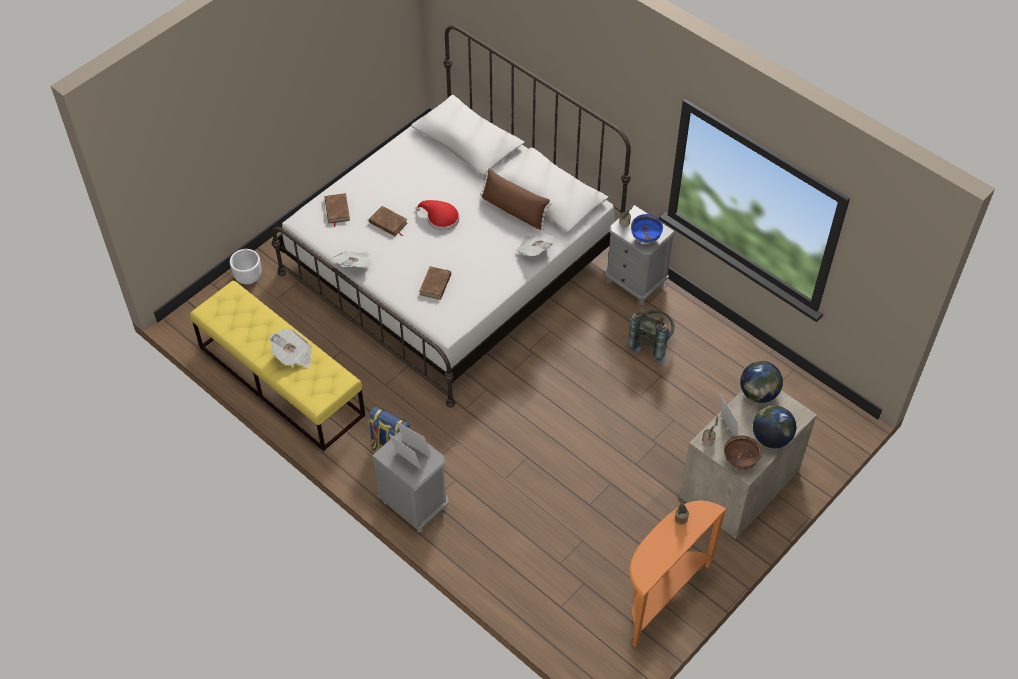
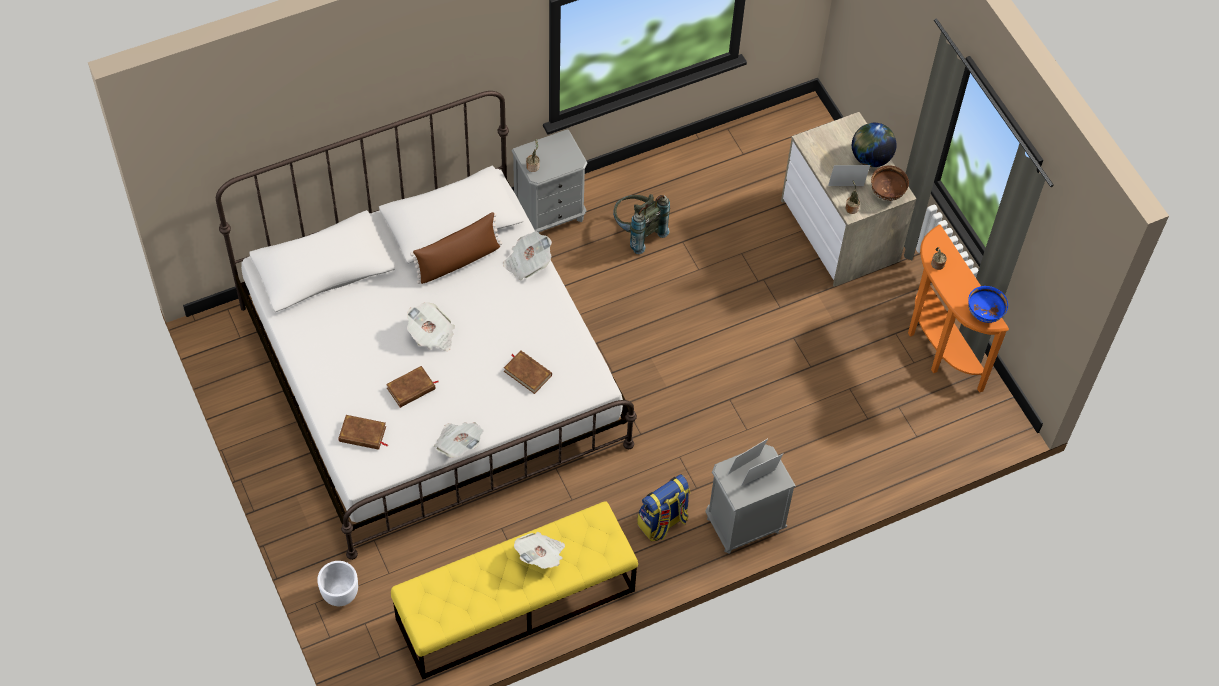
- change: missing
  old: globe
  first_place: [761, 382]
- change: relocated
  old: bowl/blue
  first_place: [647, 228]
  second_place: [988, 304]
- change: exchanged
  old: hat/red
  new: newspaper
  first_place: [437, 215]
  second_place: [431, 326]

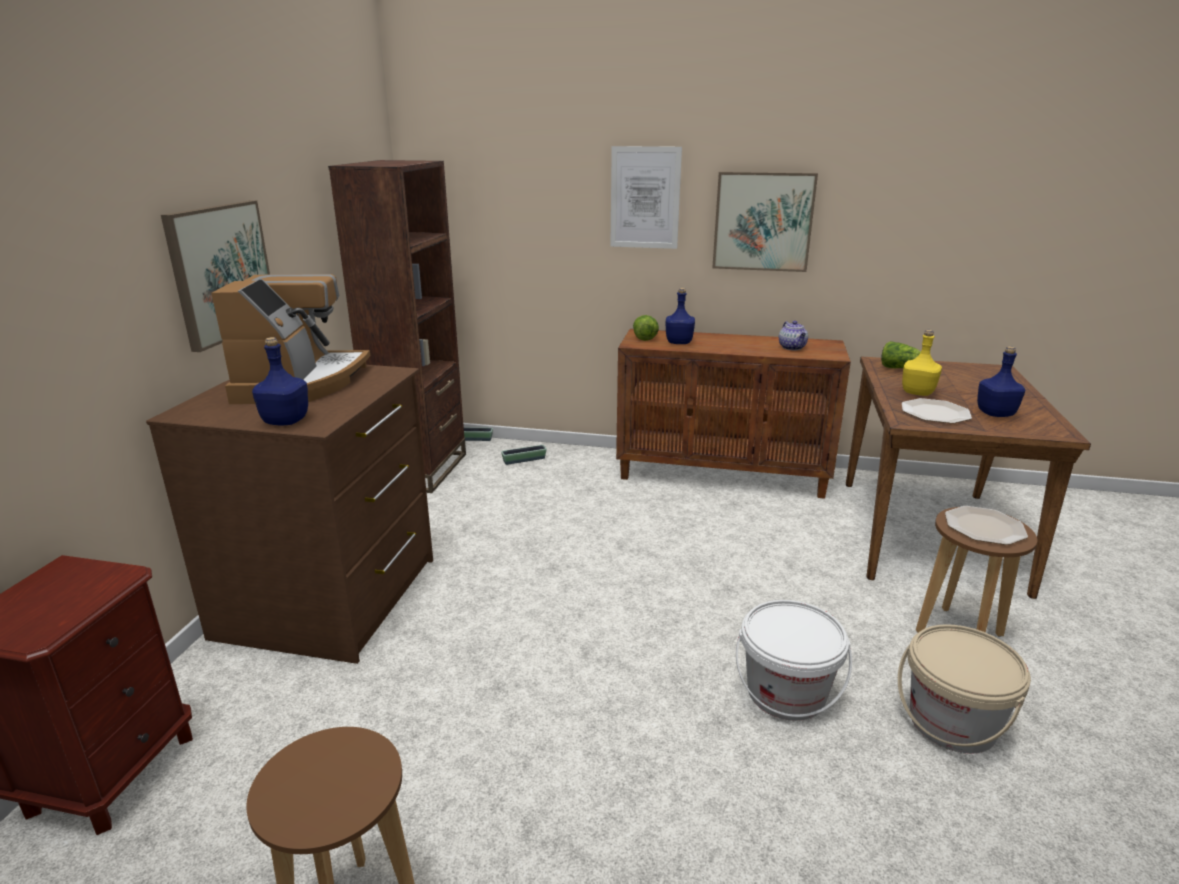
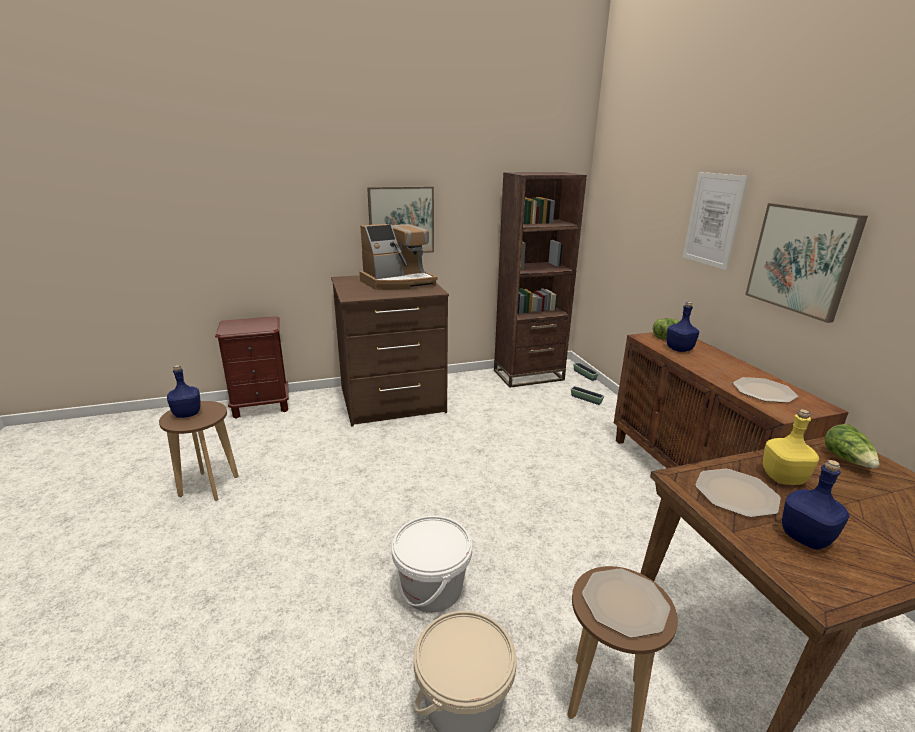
- change: relocated
  old: bottle/blue
  first_place: [280, 381]
  second_place: [184, 391]
- change: exchanged
  old: teapot
  new: plate
  first_place: [793, 335]
  second_place: [765, 390]

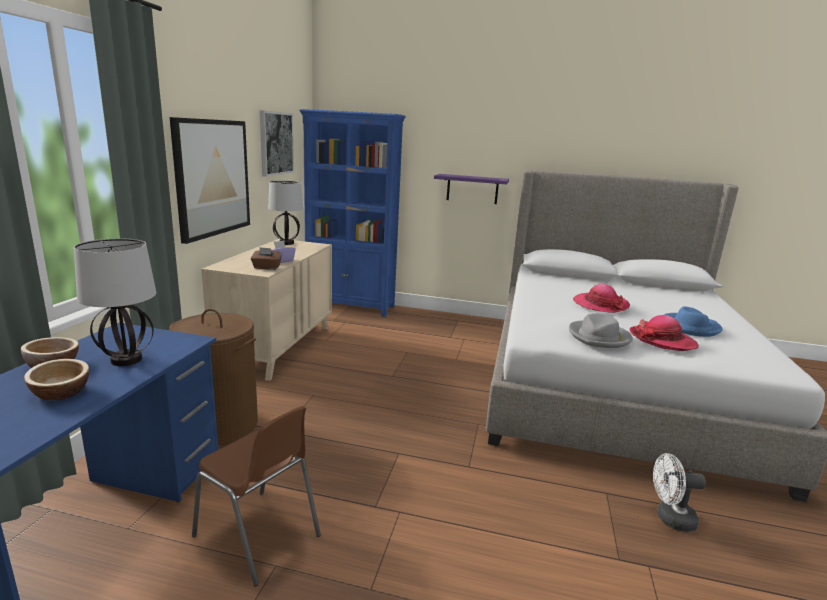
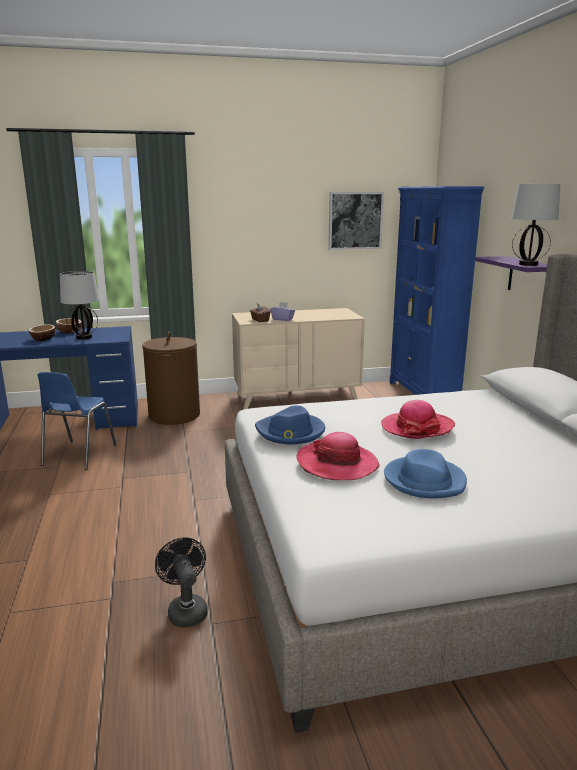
- change: missing
  old: picture
  first_place: [210, 180]
- change: relocated
  old: table lamp
  first_place: [286, 213]
  second_place: [535, 225]
- change: colour
  old: chair/brown
  new: chair/blue
  first_place: [256, 496]
  second_place: [76, 421]
- change: colour
  old: hat/grey
  new: hat/blue
  first_place: [601, 330]
  second_place: [290, 424]
- change: colour
  old: fan/white
  new: fan/black
  first_place: [679, 492]
  second_place: [181, 582]

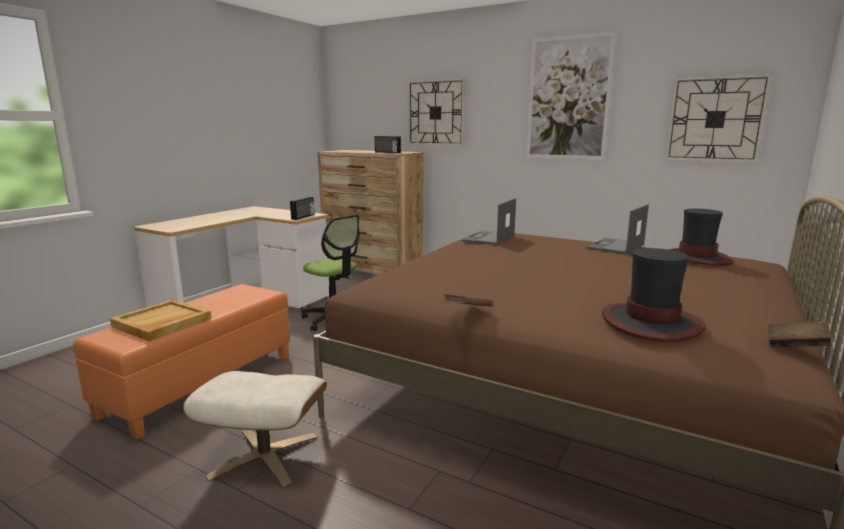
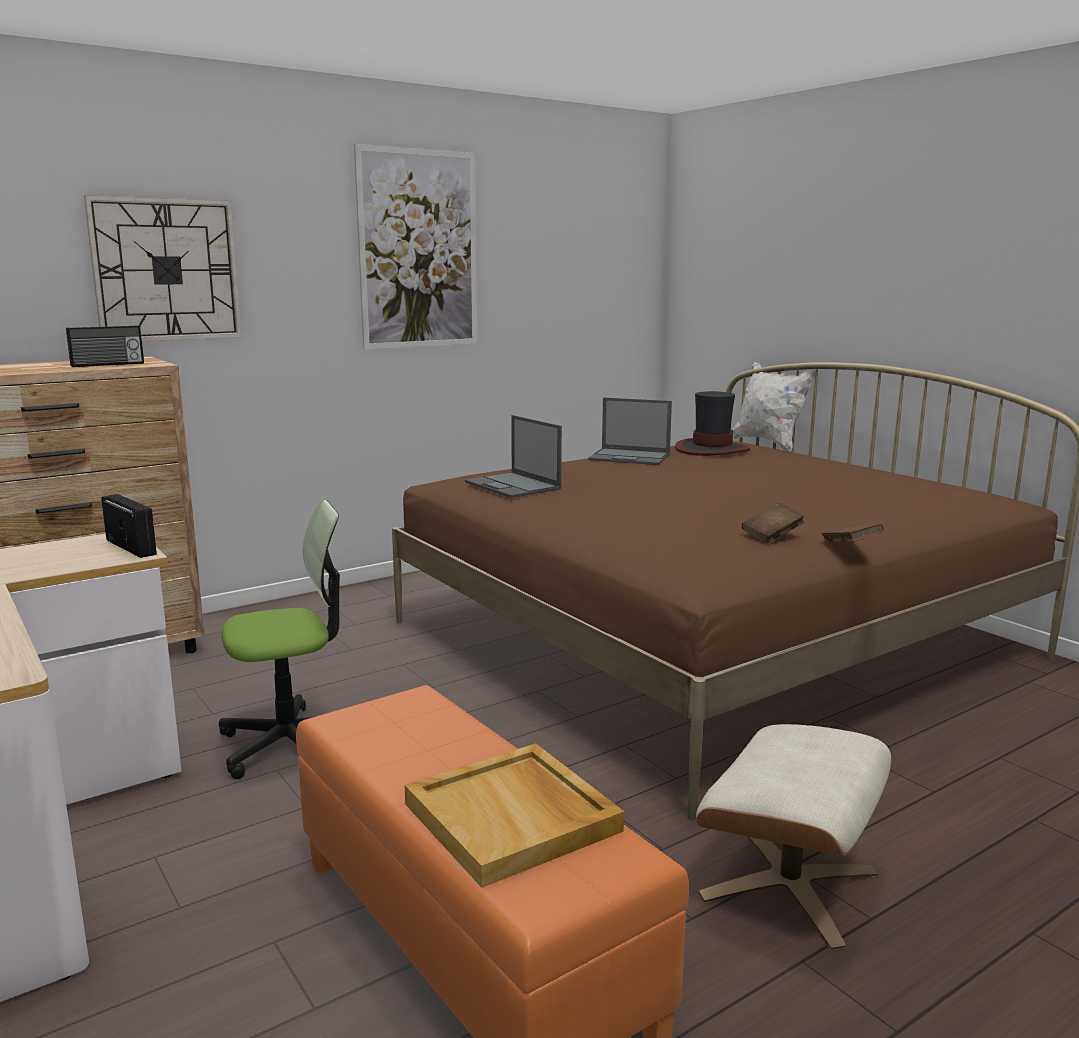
- change: missing
  old: hat
  first_place: [654, 295]
- change: missing
  old: wall clock
  first_place: [718, 118]
- change: appeared
  new: pillow/white
  second_place: [774, 407]
- change: relocated
  old: book/brown
  first_place: [800, 334]
  second_place: [773, 523]
- change: spun
  old: laptop
  first_place: [617, 229]
  second_place: [630, 431]
  degrees: -45

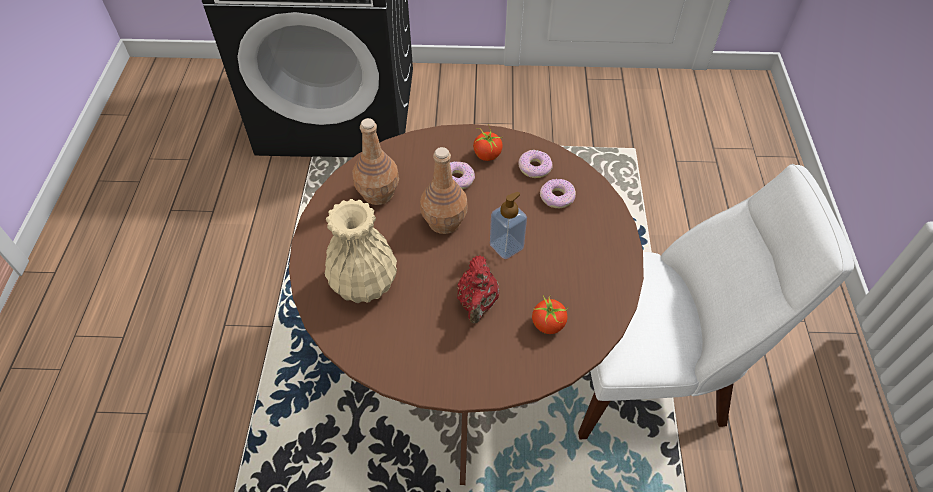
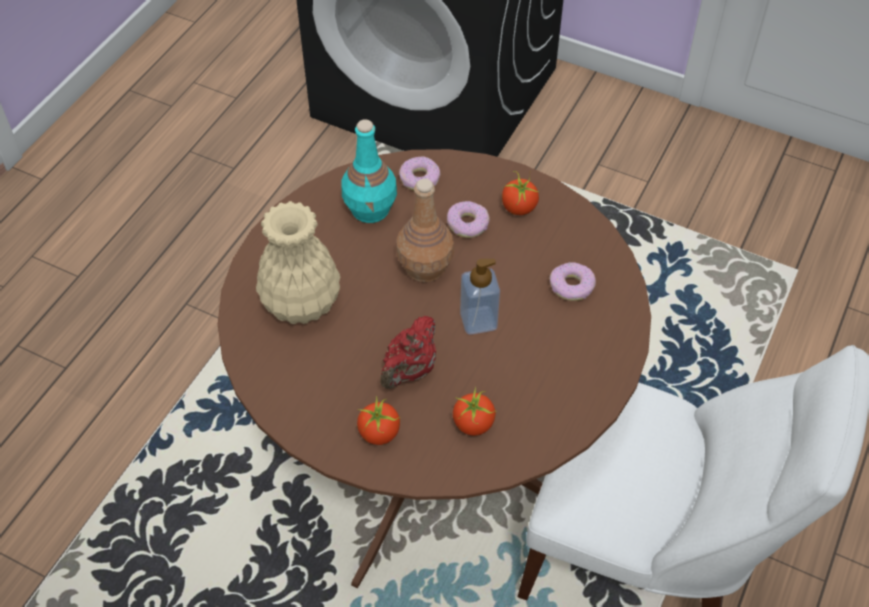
- change: appeared
  new: tomato
  second_place: [378, 420]
- change: relocated
  old: donut
  first_place: [536, 164]
  second_place: [419, 173]
- change: colour
  old: bottle/brown
  new: bottle/turquoise
  first_place: [375, 161]
  second_place: [369, 171]

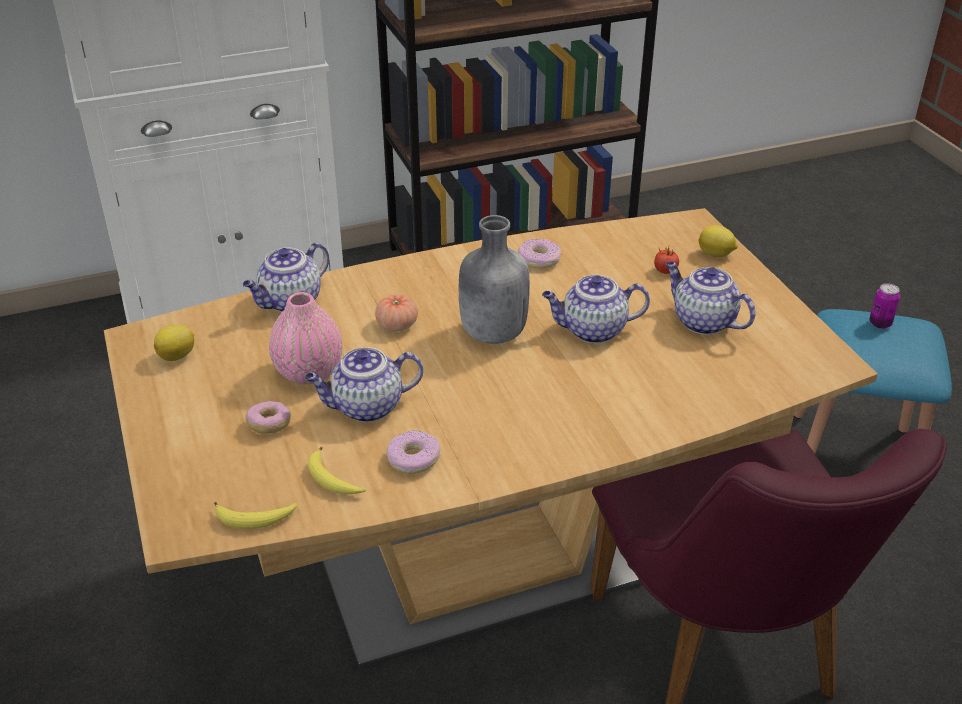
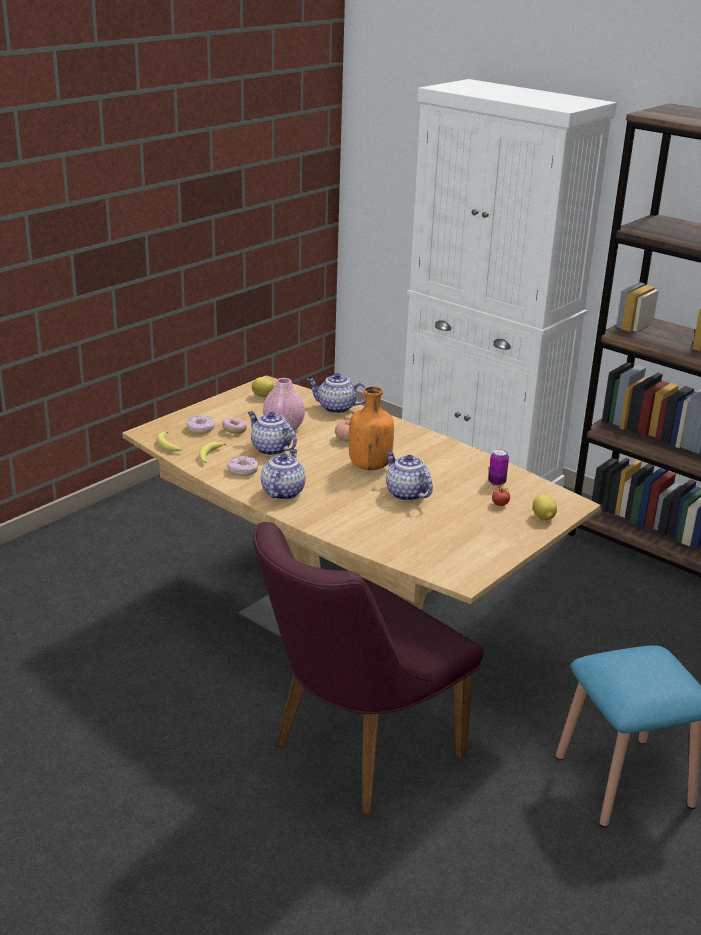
- change: relocated
  old: donut
  first_place: [540, 254]
  second_place: [201, 424]
- change: relocated
  old: teapot
  first_place: [711, 298]
  second_place: [283, 474]
- change: relocated
  old: can
  first_place: [885, 306]
  second_place: [498, 467]
- change: colour
  old: bottle/grey
  new: bottle/orange
  first_place: [494, 279]
  second_place: [371, 428]

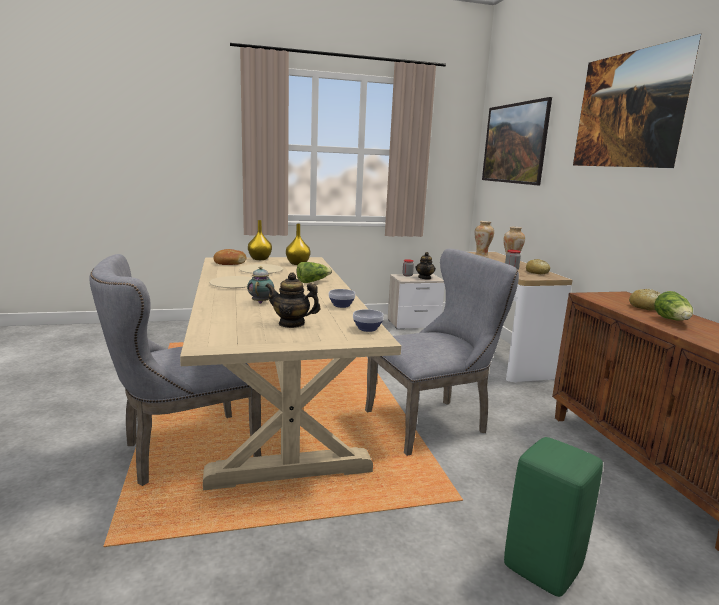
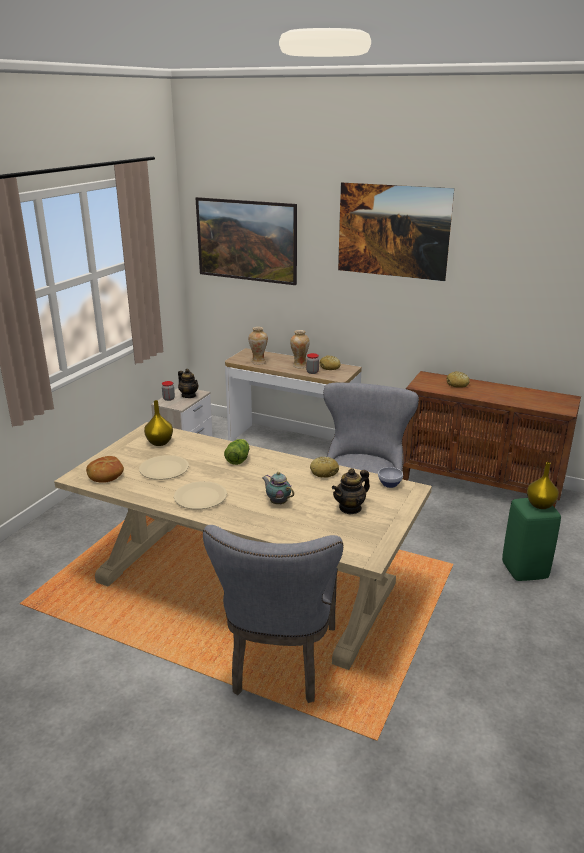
- change: missing
  old: lettuce
  first_place: [673, 305]
- change: relocated
  old: vase/yellow
  first_place: [260, 240]
  second_place: [543, 485]
- change: exchanged
  old: bowl
  new: bread
  first_place: [342, 298]
  second_place: [324, 467]

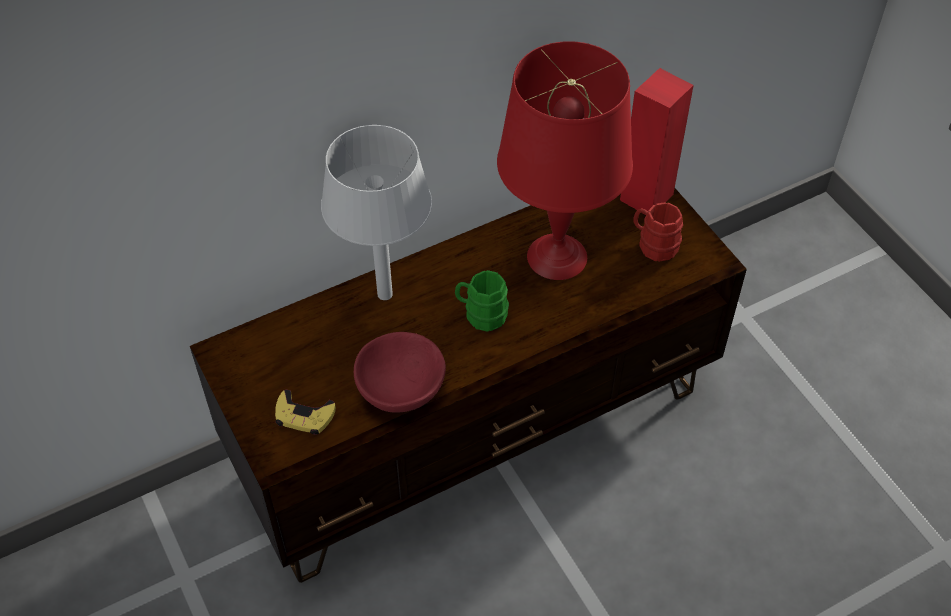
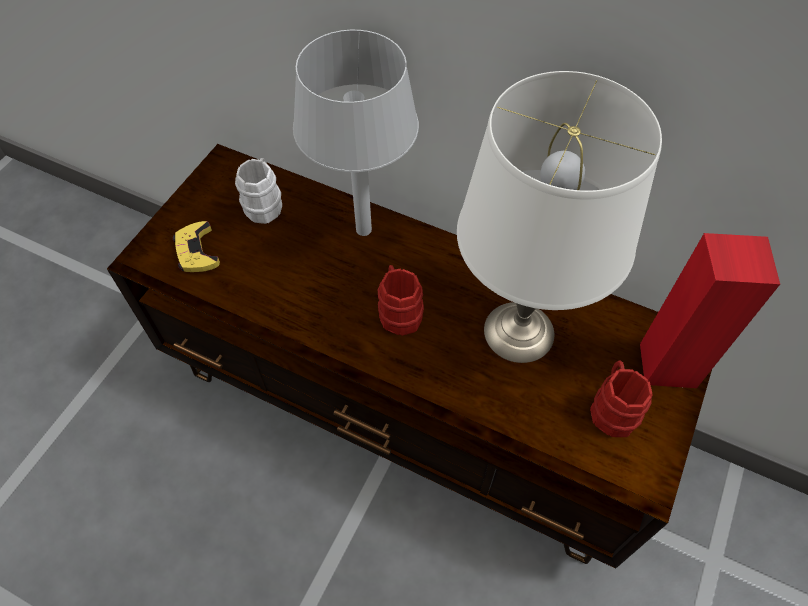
- change: missing
  old: bowl/red
  first_place: [400, 372]
- change: appeared
  new: mug/white
  second_place: [258, 191]
- change: colour
  old: mug/green
  new: mug/red
  first_place: [482, 301]
  second_place: [401, 300]
- change: colour
  old: table lamp/red
  new: table lamp/white
  first_place: [565, 160]
  second_place: [559, 217]

